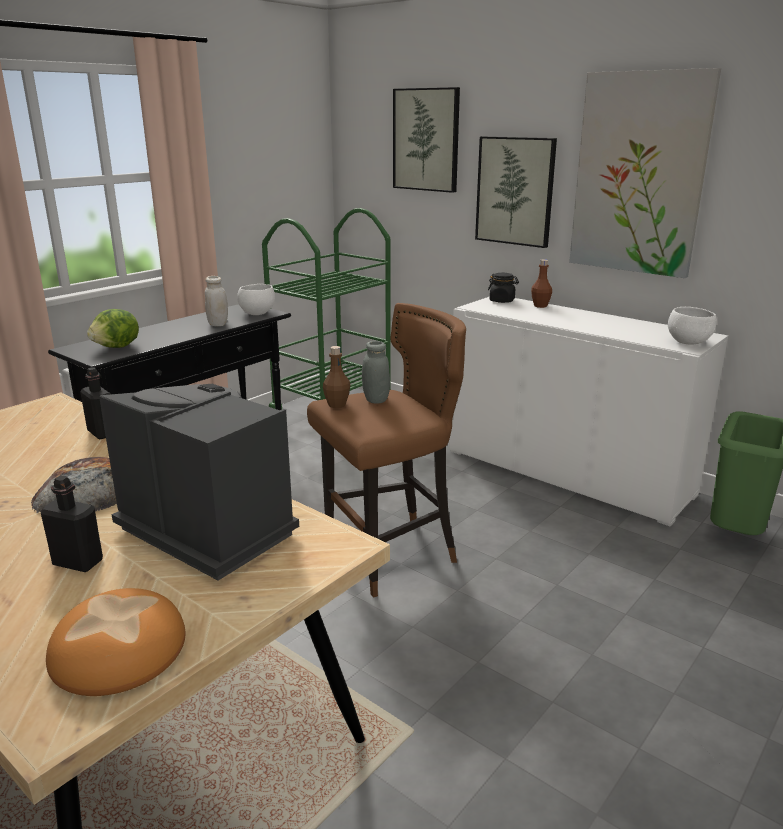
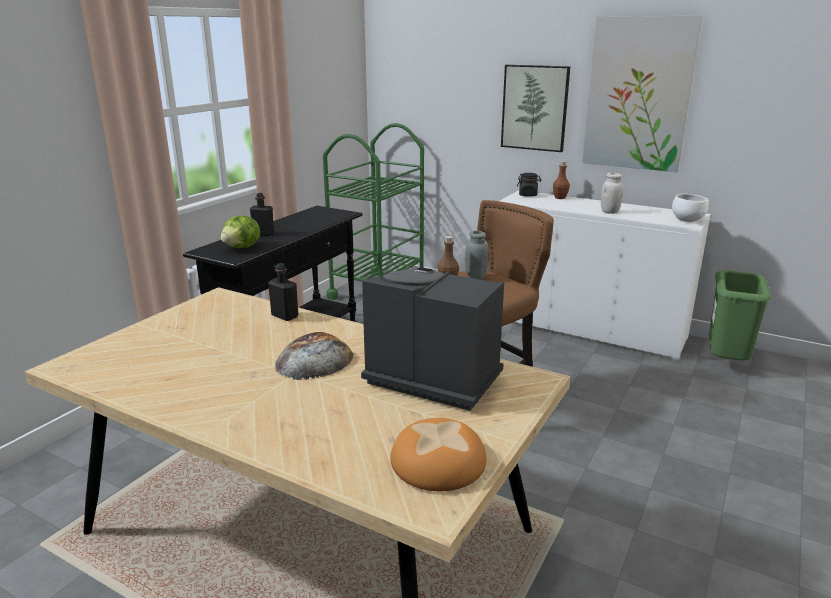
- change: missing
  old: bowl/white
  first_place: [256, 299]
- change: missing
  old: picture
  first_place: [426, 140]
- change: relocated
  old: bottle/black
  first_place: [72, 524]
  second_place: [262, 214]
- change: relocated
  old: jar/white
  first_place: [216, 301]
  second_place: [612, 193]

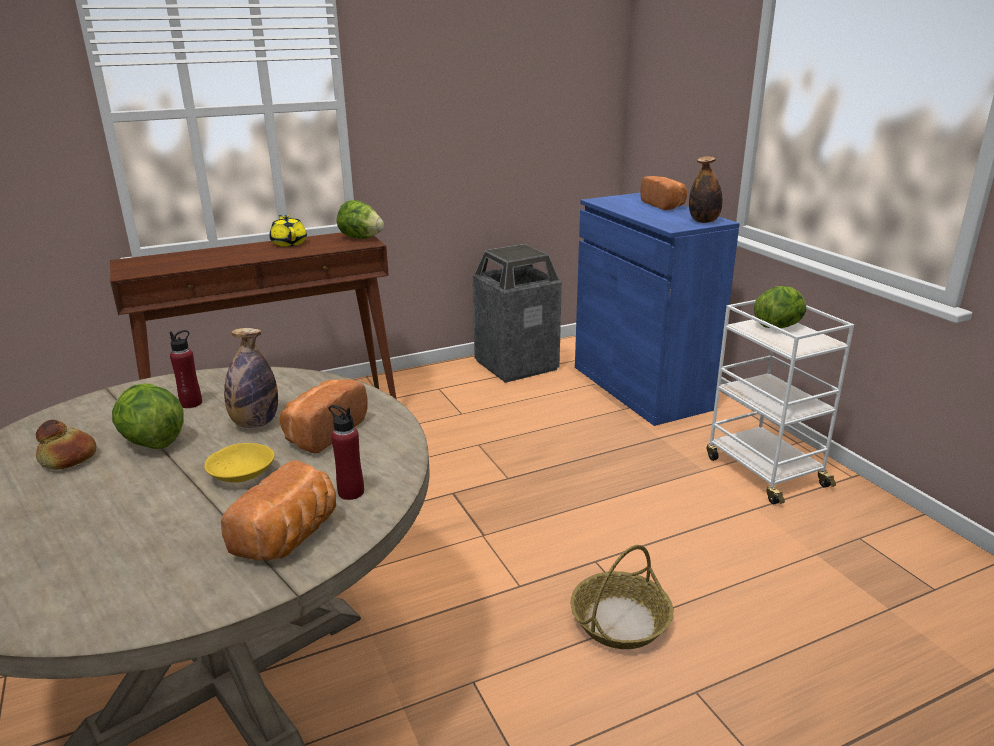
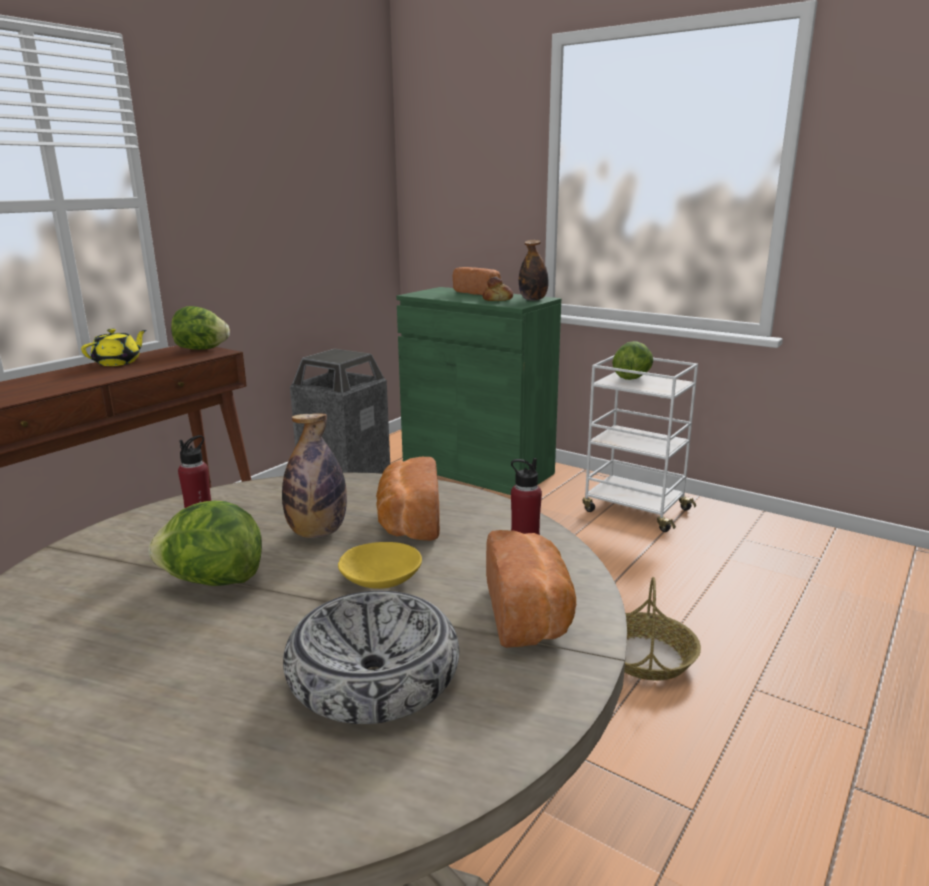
- change: appeared
  new: bowl
  second_place: [371, 657]
- change: relocated
  old: bread
  first_place: [66, 445]
  second_place: [497, 289]
- change: colour
  old: cabinet/blue
  new: cabinet/green
  first_place: [657, 309]
  second_place: [478, 391]
- change: spun
  old: teapot/yellow
  first_place: [288, 231]
  second_place: [113, 347]
  degrees: 90

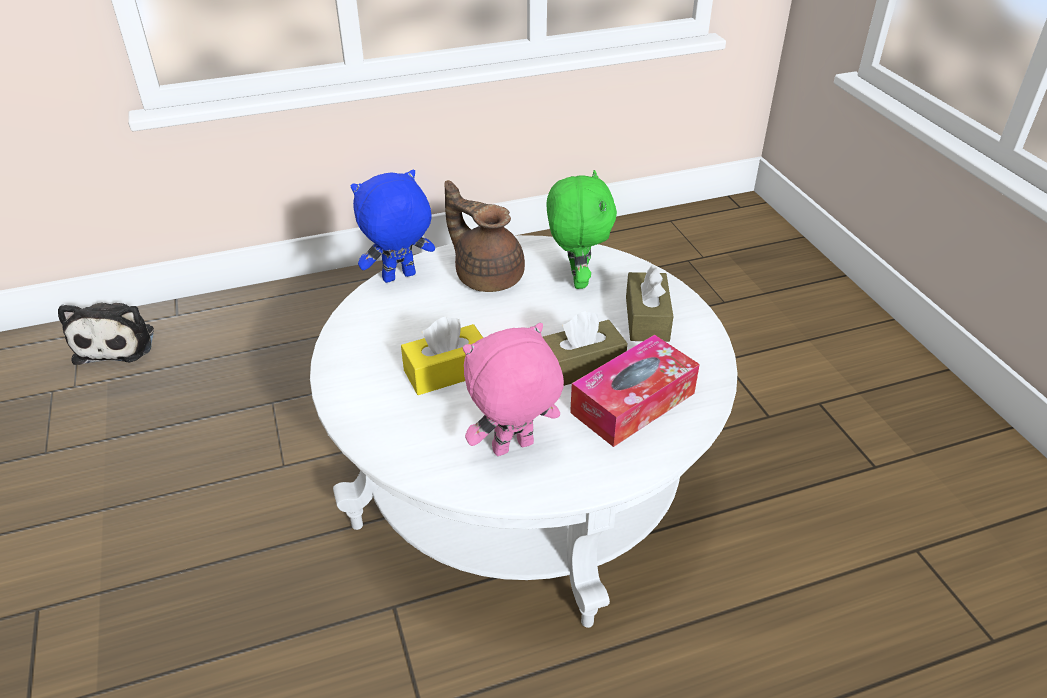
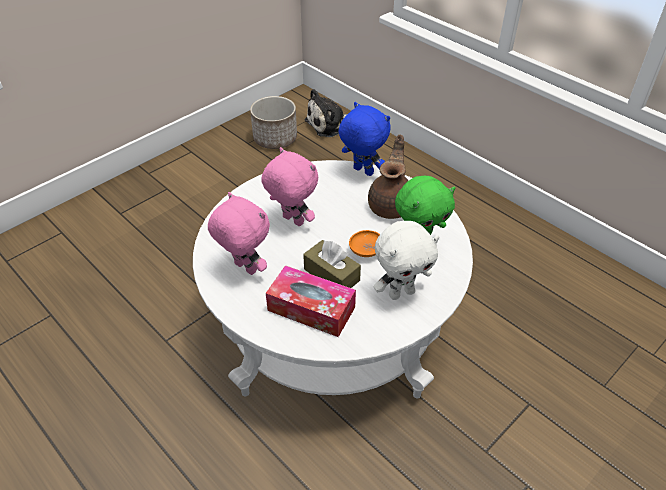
- change: appeared
  new: planter
  second_place: [273, 122]
- change: appeared
  new: bowl/orange
  second_place: [364, 243]
- change: exchanged
  old: tissue box/yellow
  new: plush toy/pink
  first_place: [442, 356]
  second_place: [289, 186]
- change: exchanged
  old: tissue box/brown
  new: plush toy/white
  first_place: [649, 303]
  second_place: [406, 260]

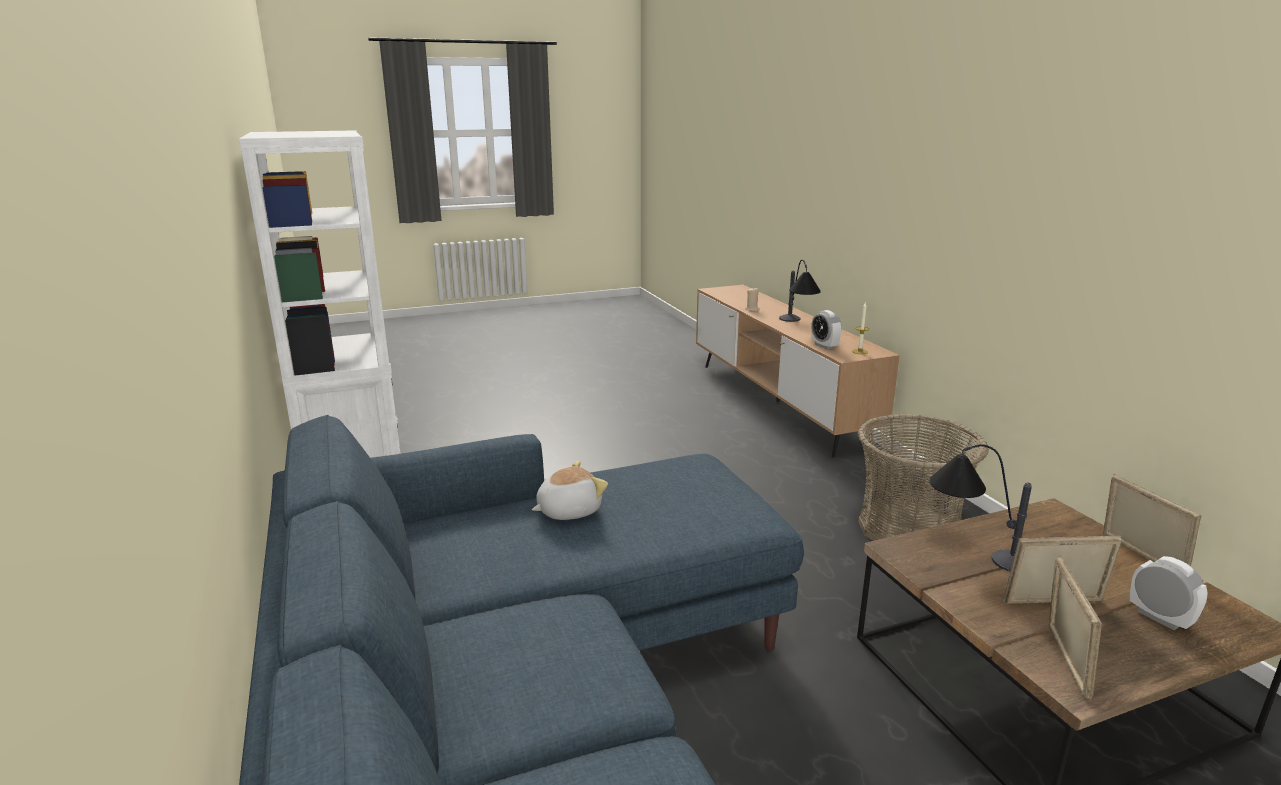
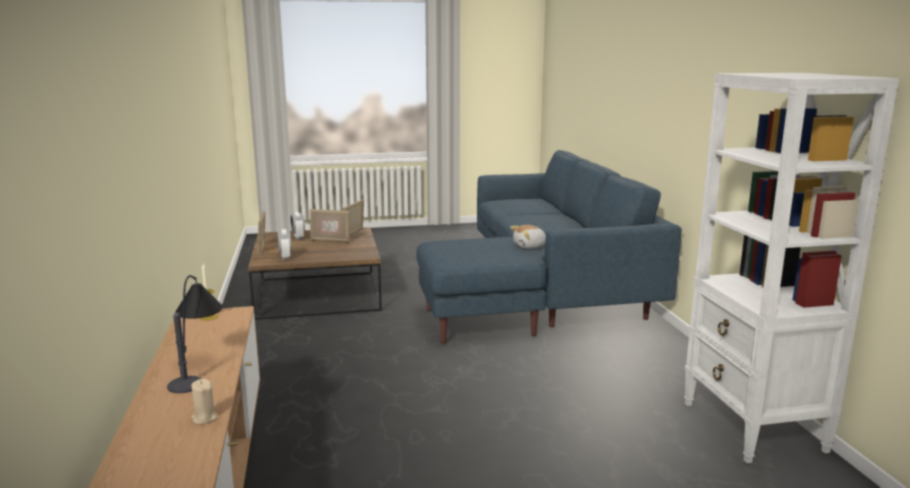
- change: missing
  old: basket
  first_place: [923, 477]
- change: missing
  old: table lamp
  first_place: [981, 507]
- change: relocated
  old: alarm clock
  first_place: [826, 330]
  second_place: [284, 244]

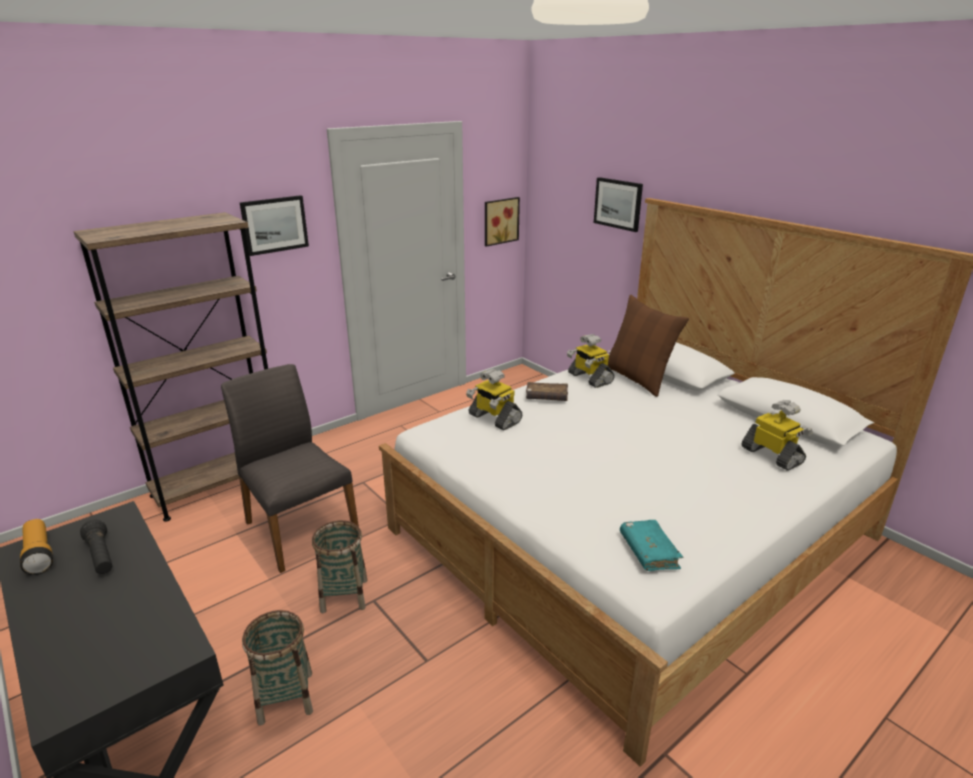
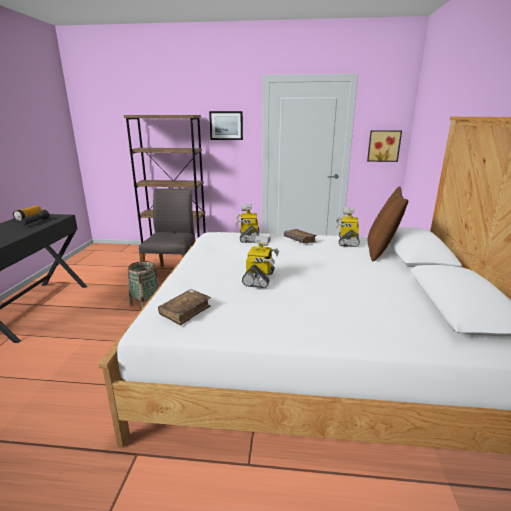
- change: missing
  old: basket
  first_place: [277, 668]
- change: missing
  old: picture
  first_place: [618, 204]
- change: relocated
  old: toy robot
  first_place: [777, 435]
  second_place: [260, 261]
- change: colour
  old: book/turquoise
  new: book/brown
  first_place: [651, 545]
  second_place: [184, 307]

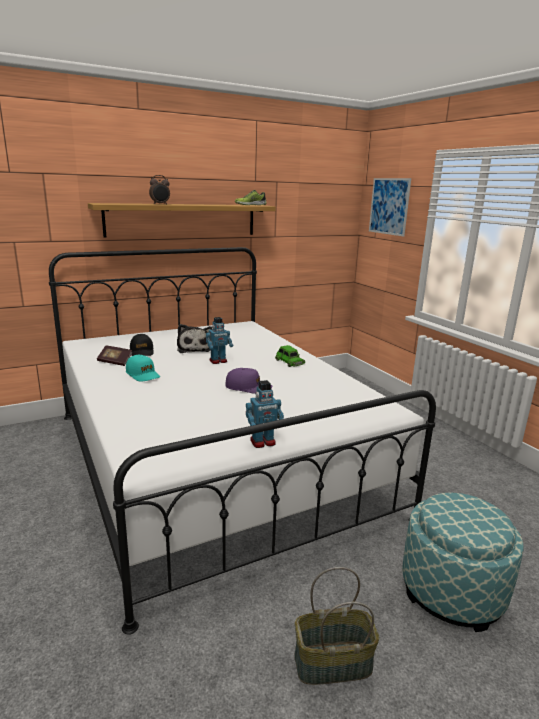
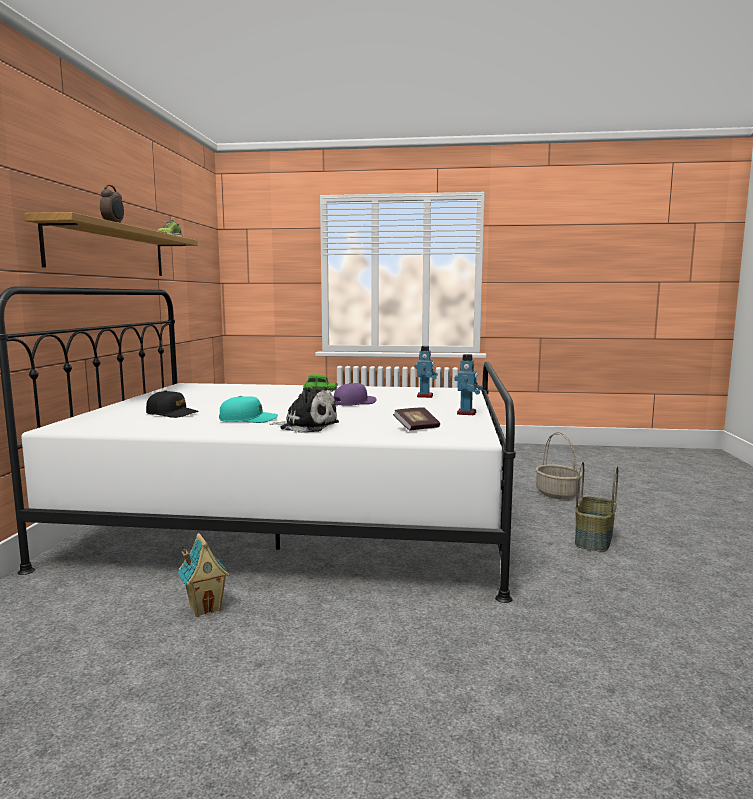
- change: missing
  old: picture
  first_place: [390, 207]
- change: appeared
  new: toy house
  second_place: [204, 575]
- change: relocated
  old: book
  first_place: [115, 355]
  second_place: [416, 419]
- change: relocated
  old: plush toy
  first_place: [194, 338]
  second_place: [304, 409]
- change: relocated
  old: toy robot
  first_place: [219, 340]
  second_place: [426, 372]
- change: exchanged
  old: ottoman
  new: basket
  first_place: [463, 562]
  second_place: [559, 466]

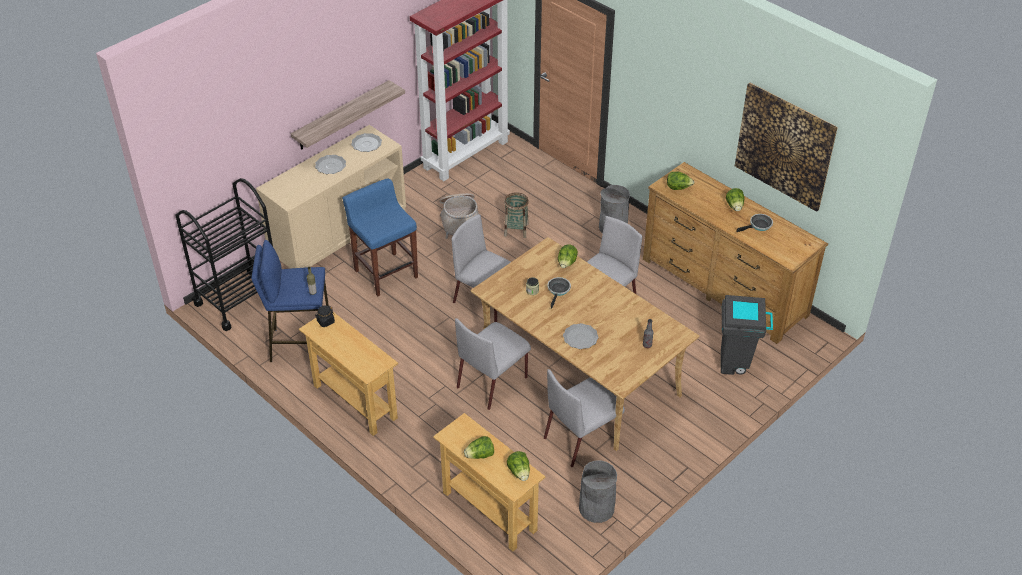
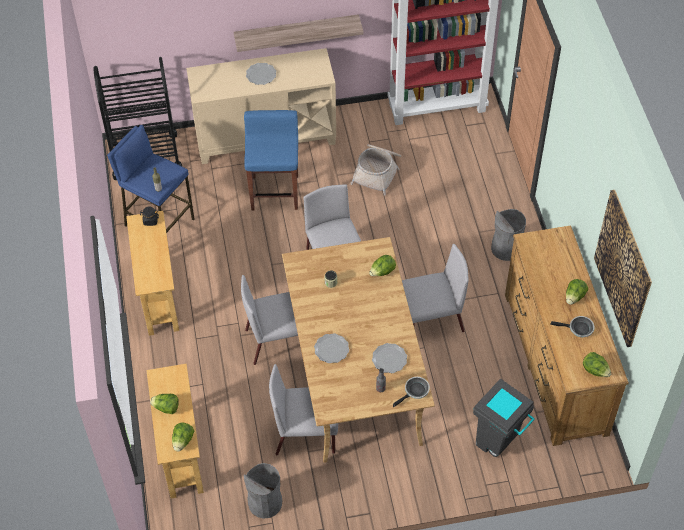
- change: missing
  old: basket
  first_place: [516, 215]
- change: relocated
  old: plate
  first_place: [366, 142]
  second_place: [389, 358]
- change: relocated
  old: frying pan
  first_place: [559, 292]
  second_place: [411, 392]
- change: relocated
  old: lettuce
  first_place: [680, 181]
  second_place: [597, 364]

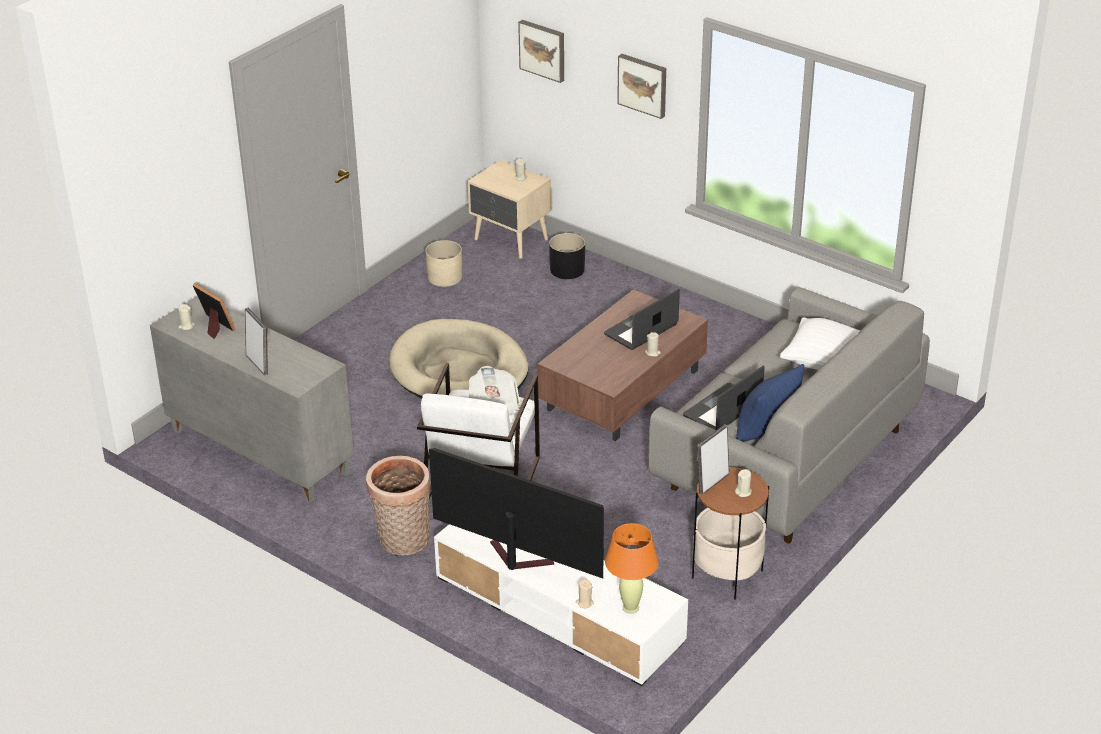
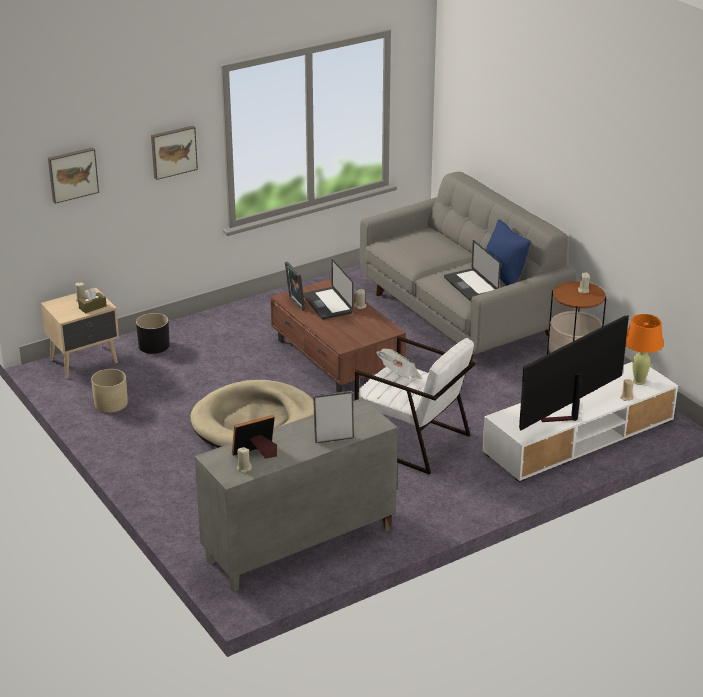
- change: missing
  old: basket
  first_place: [398, 506]
- change: missing
  old: pillow/white
  first_place: [820, 343]
- change: appeared
  new: tissue box/brown
  second_place: [92, 301]
- change: relocated
  old: picture frame
  first_place: [713, 459]
  second_place: [295, 286]

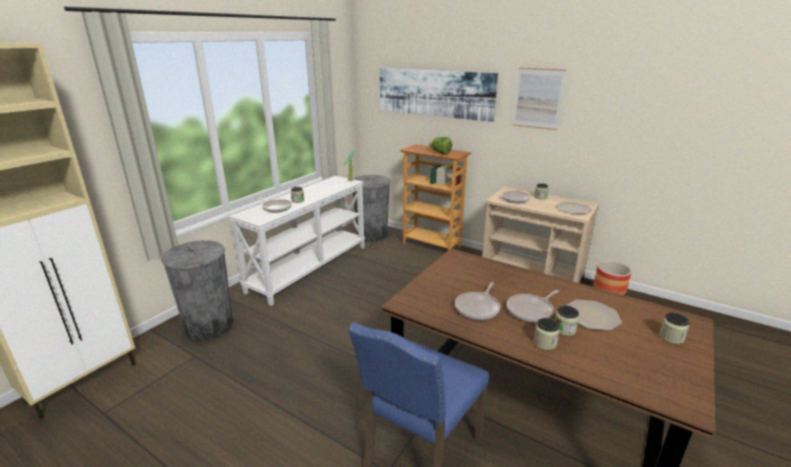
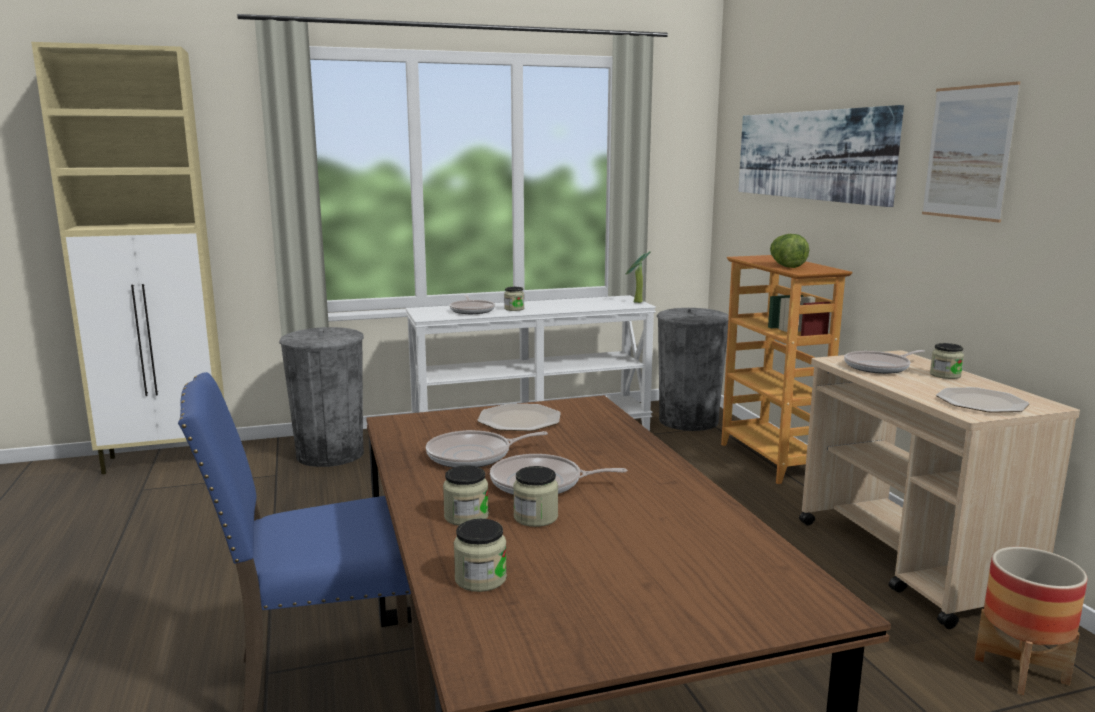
- change: relocated
  old: plate
  first_place: [594, 315]
  second_place: [519, 417]
- change: relocated
  old: jar
  first_place: [674, 328]
  second_place: [480, 555]

